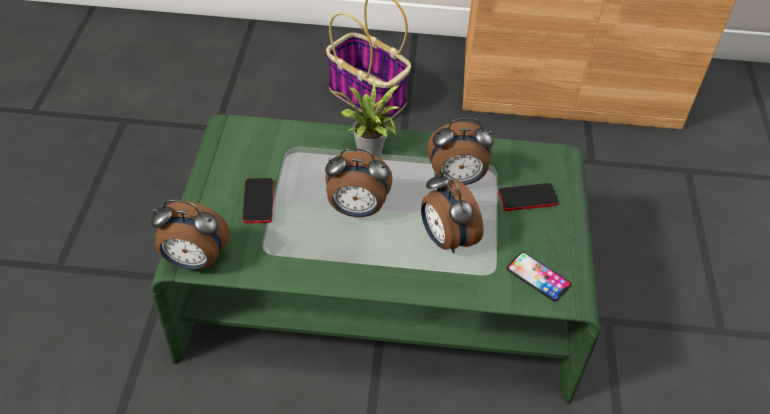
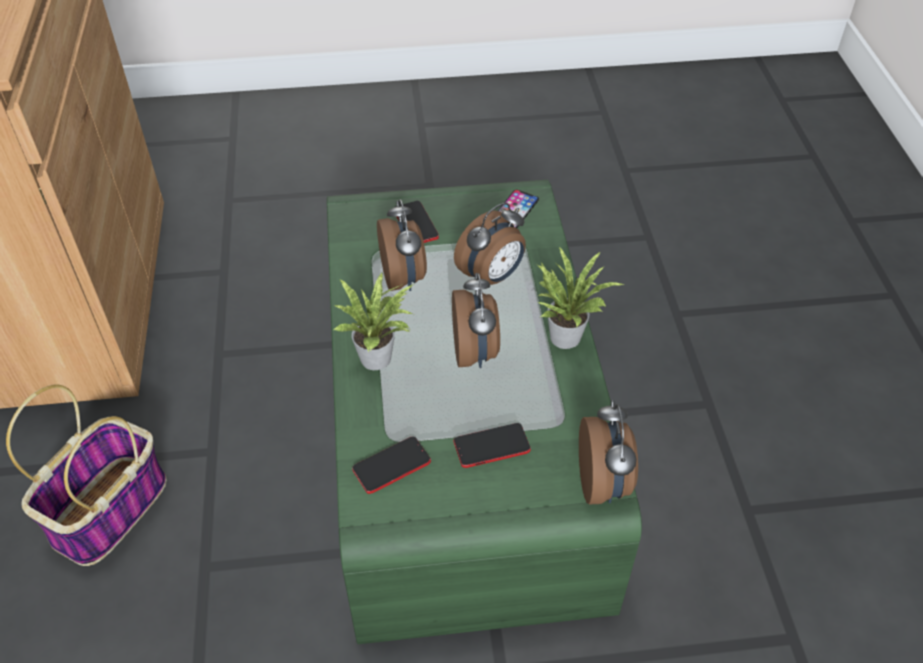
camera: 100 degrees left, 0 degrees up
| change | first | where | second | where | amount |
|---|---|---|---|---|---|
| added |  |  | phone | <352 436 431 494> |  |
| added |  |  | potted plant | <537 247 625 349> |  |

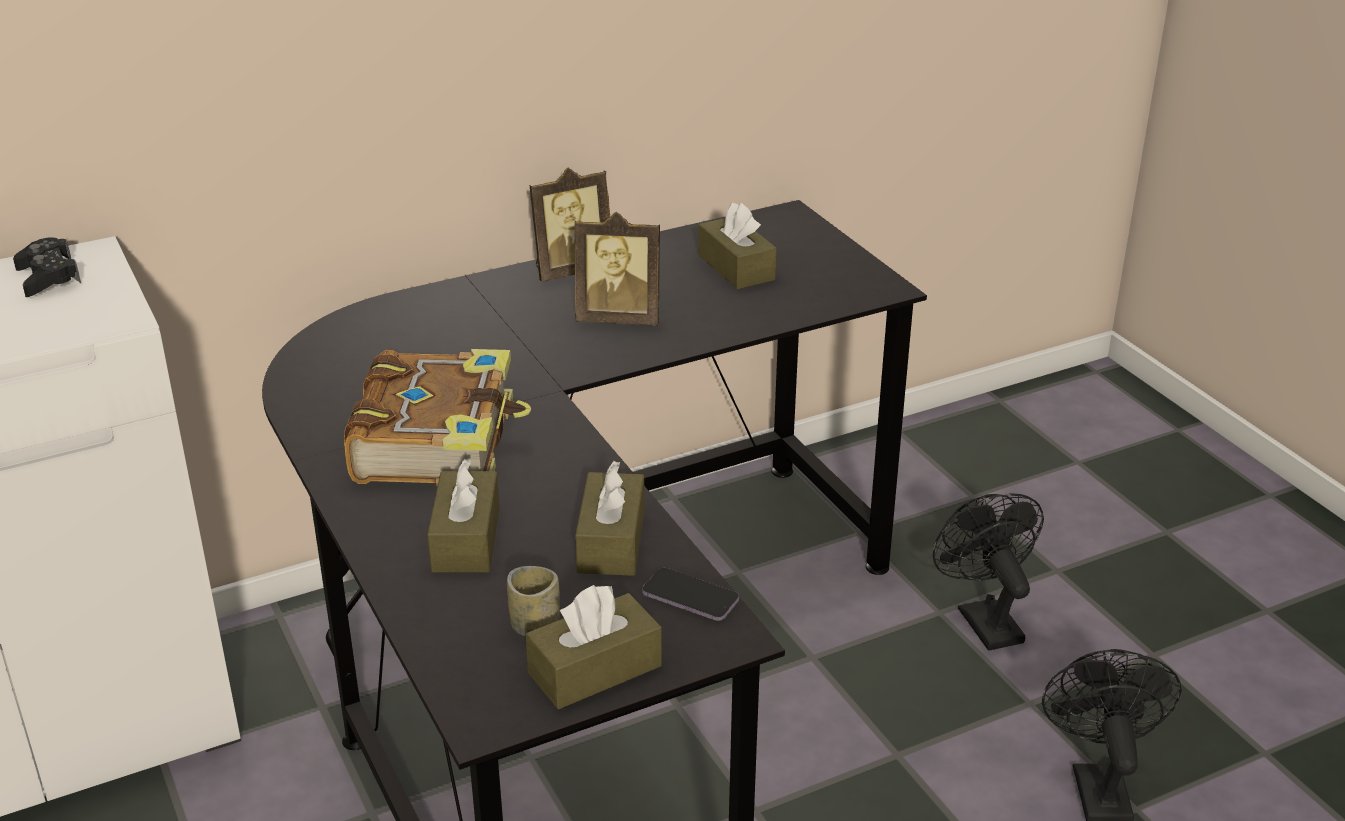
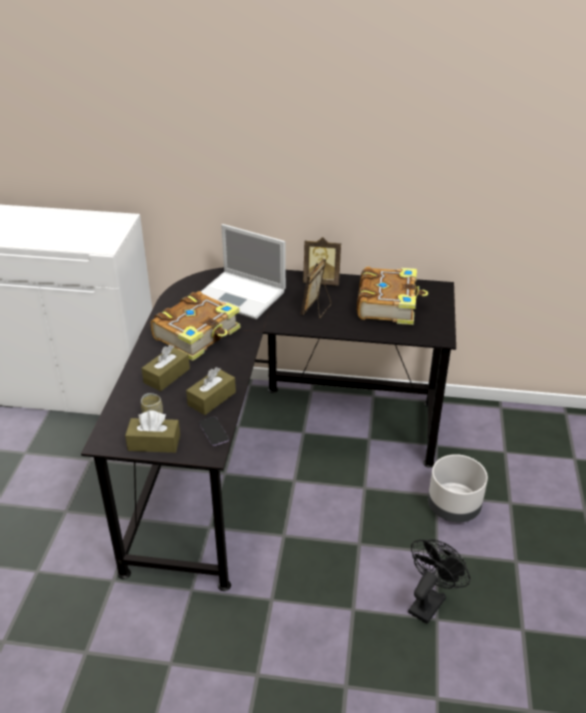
camera: 35 degrees right, 5 degrees up
| change | first | where | second | where | amount |
|---|---|---|---|---|---|
| added |  |  | laptop | <201 224 286 319> |  |
| turned | picture frame | <574 212 660 325> |  | <301 259 331 318> | 75 degrees clockwise |
| replaced | brown tissue box | <698 203 777 290> | book | <357 267 428 325> |  |
| replaced | black fan | <933 493 1044 651> | grey planter | <428 454 488 523> |  |
| removed | black game controller | <13 237 81 297> |  |  |  |

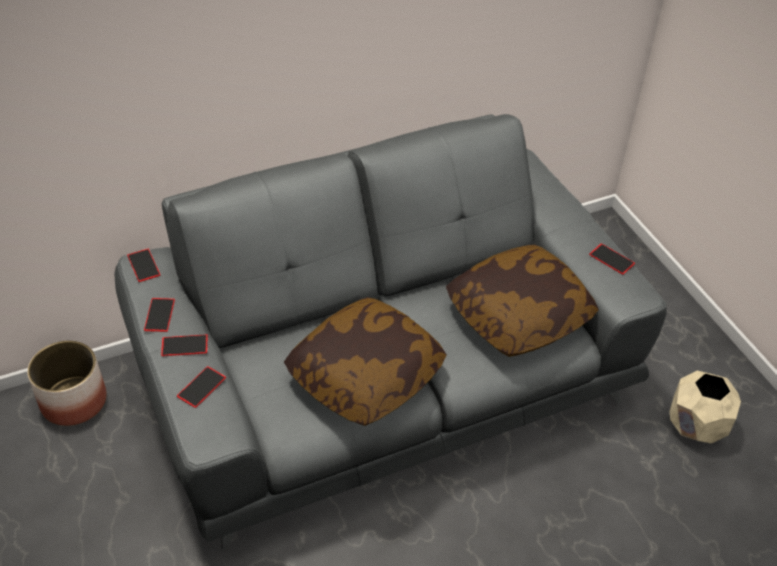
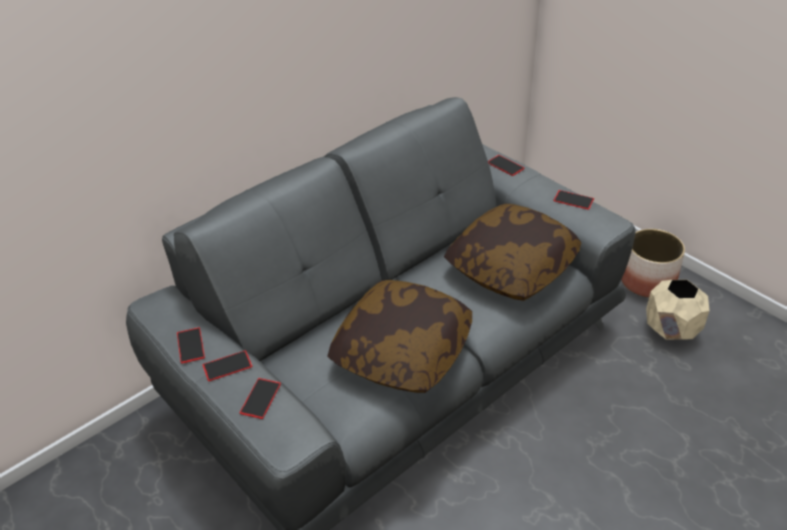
camera: 15 degrees left, 5 degrees down
| change | first | where | second | where | amount |
|---|---|---|---|---|---|
| moved | phone | <127 249 160 282> |  | <488 155 525 176> |  |
| moved | planter | <27 340 107 426> |  | <621 229 685 297> |  |

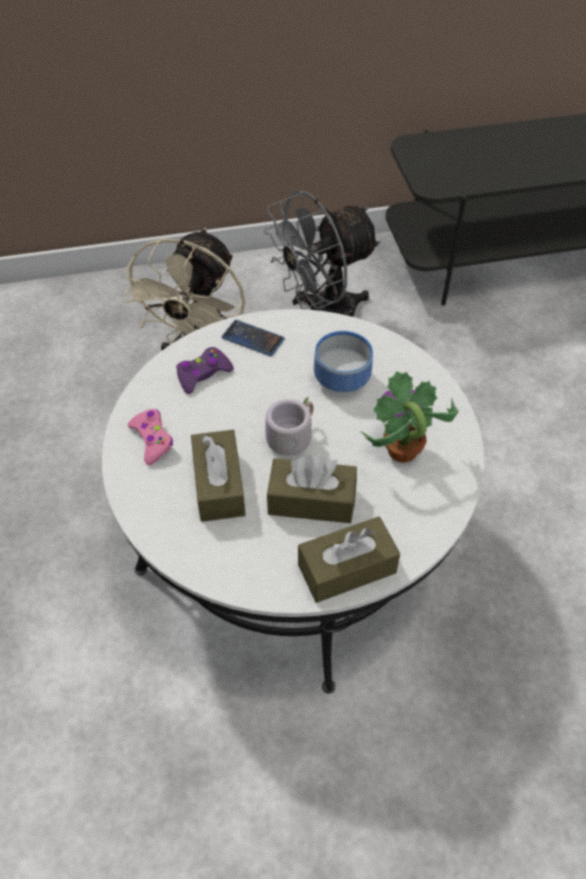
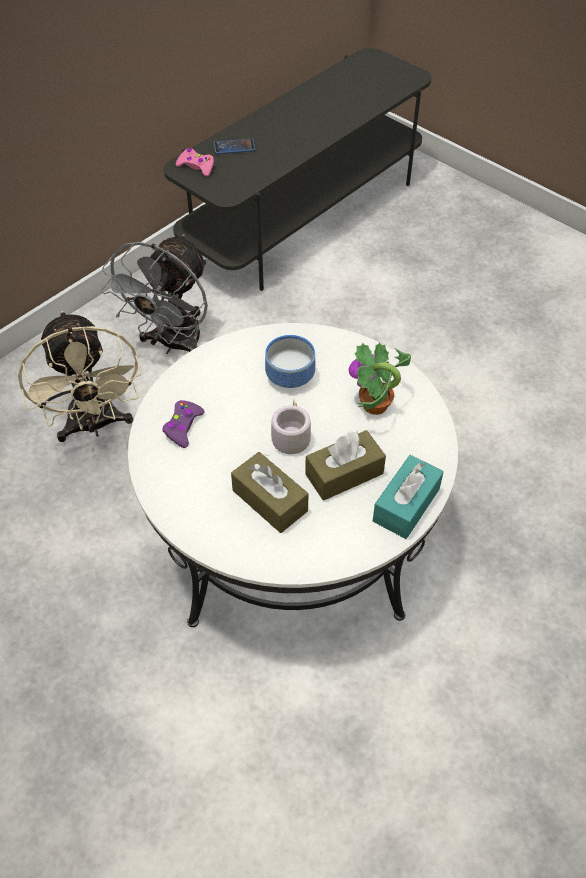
camera: 35 degrees left, 0 degrees up
| change | first | where | second | where | amount |
|---|---|---|---|---|---|
| moved | pink game controller | <128 409 173 465> |  | <176 148 214 176> |  |
| moved | phone | <222 320 285 356> |  | <214 139 256 154> |  |
| recoloured | brown tissue box | <298 516 400 603> | turquoise tissue box | <373 455 444 539> |  |

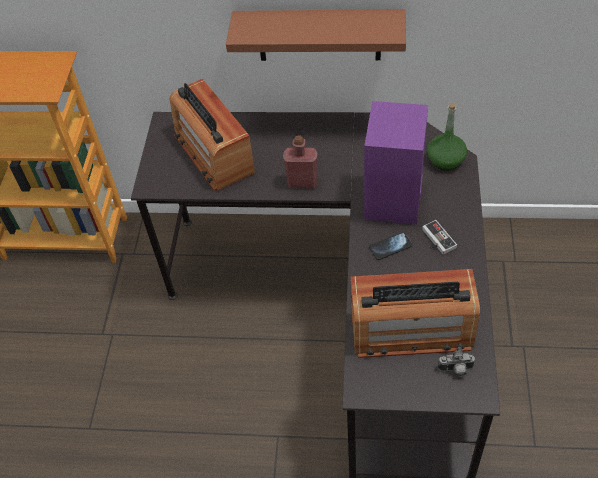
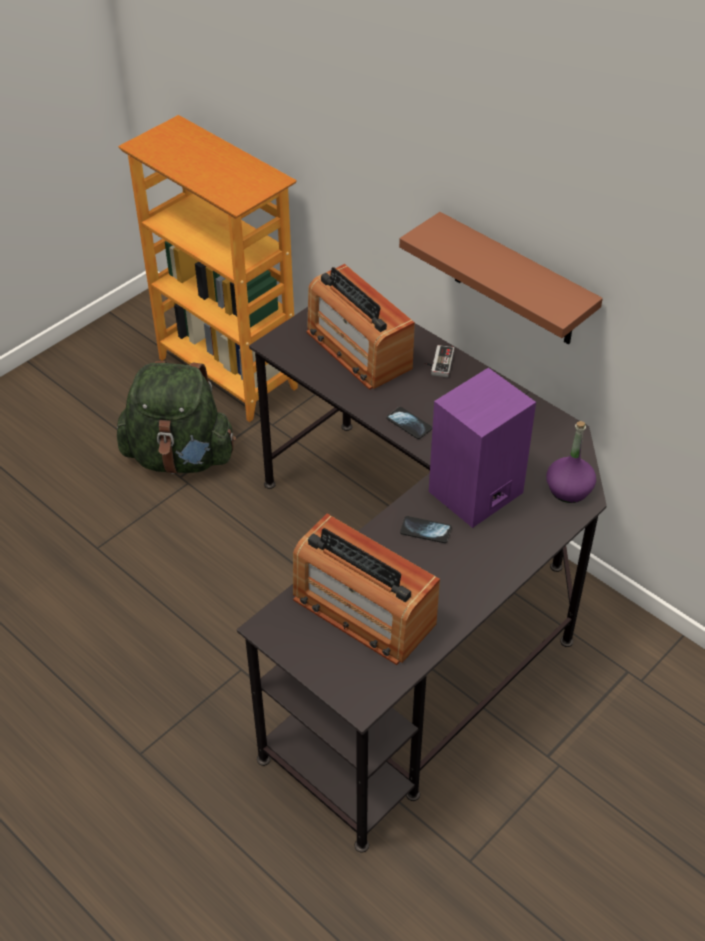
camera: 35 degrees right, 5 degrees down
| change | first | where | second | where | amount |
|---|---|---|---|---|---|
| added |  |  | green backpack | <117 361 236 474> |  |
| turned | radio | <169 79 255 191> |  | <306 264 415 390> | 45 degrees counterclockwise |
| replaced | red bottle | <283 136 318 188> | phone | <386 407 432 439> |  |
| moved | game controller | <422 220 457 255> |  | <425 345 454 377> |  |
| recoloured | green bottle | <427 103 467 171> | purple bottle | <546 421 596 503> |  |
| removed | photo camera | <438 347 475 377> |  |  |  |

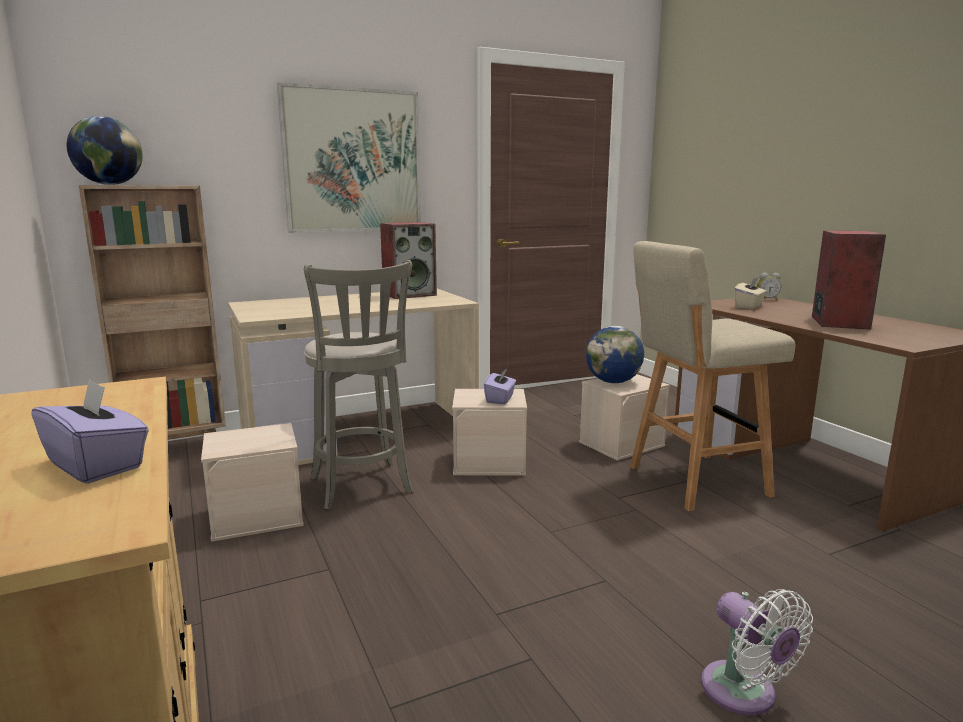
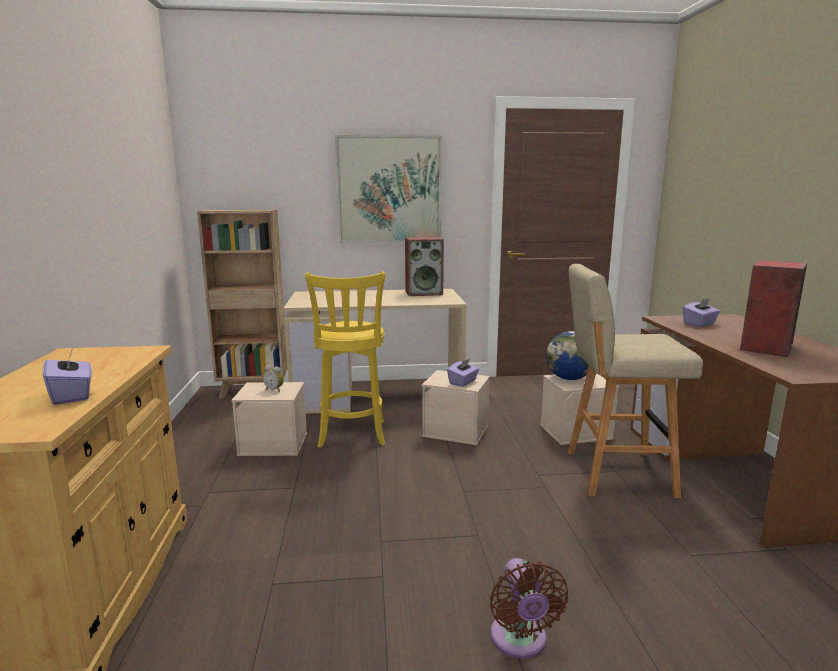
camera: 20 degrees right, 0 degrees up
| change | first | where | second | where | amount |
|---|---|---|---|---|---|
| moved | alarm clock | <757 273 781 301> |  | <263 365 284 392> |  |
| recoloured | grey stool | <304 260 414 510> | yellow stool | <305 272 385 448> |  |
| recoloured | white fan | <701 589 813 715> | brown fan | <490 558 569 659> |  |
| recoloured | beige tissue box | <734 277 766 309> | purple tissue box | <683 298 720 327> |  |
| removed | globe | <67 116 143 185> |  |  |  |

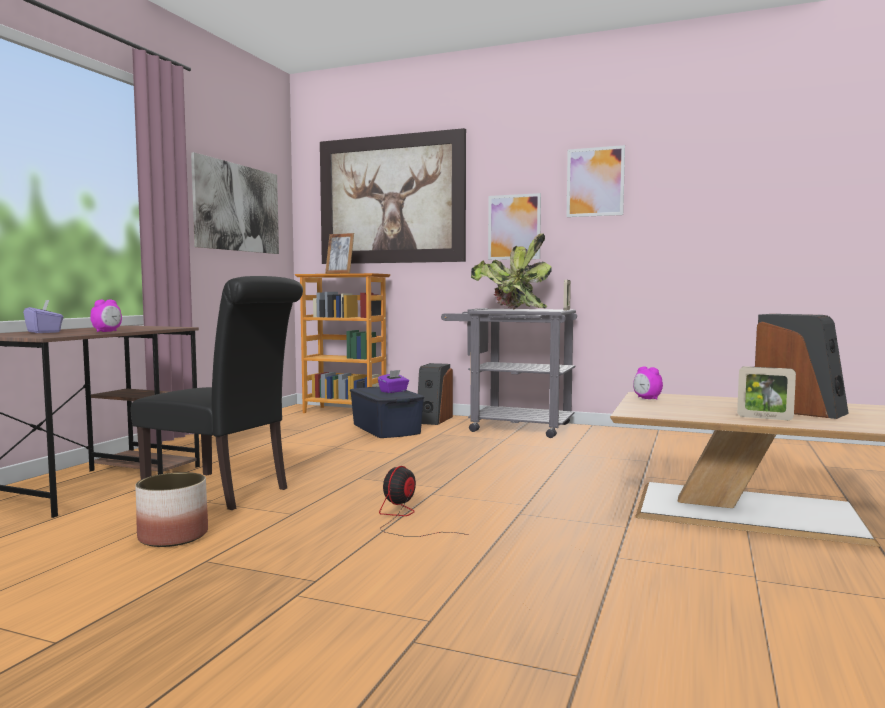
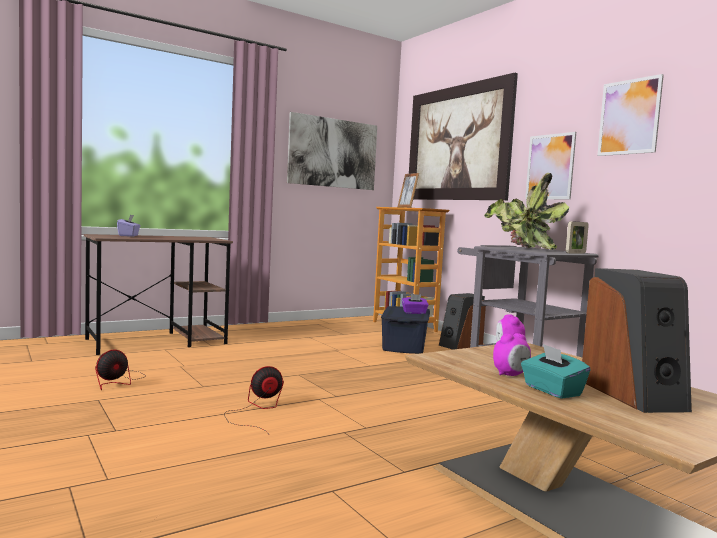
camera: 35 degrees right, 0 degrees up
| change | first | where | second | where | amount |
|---|---|---|---|---|---|
| replaced | planter | <135 472 208 547> | fan | <95 350 144 390> |  |
| moved | alarm clock | <90 299 122 332> |  | <493 333 531 376> |  |
| replaced | picture frame | <737 366 796 420> | turquoise tissue box | <521 344 591 399> |  |
| removed | black chair | <131 276 303 510> |  |  |  |

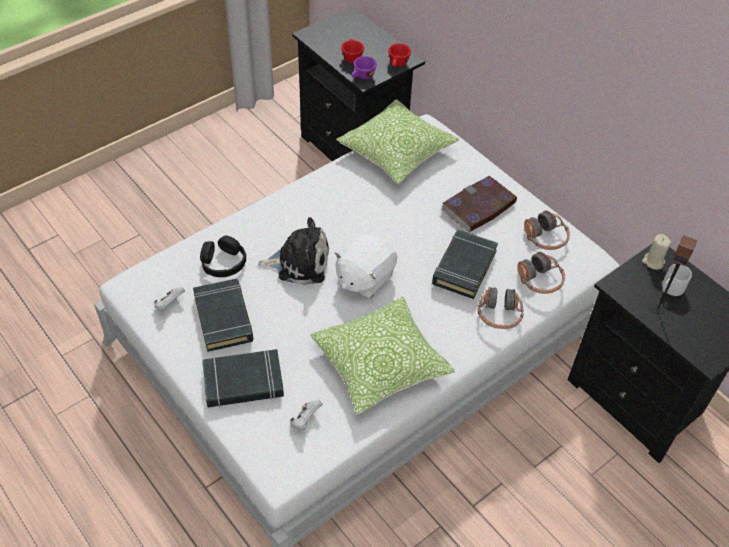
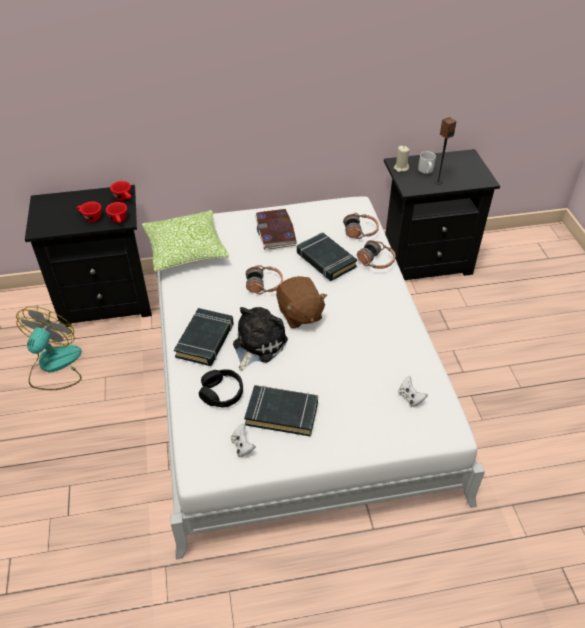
camera: 60 degrees left, 5 degrees down
| change | first | where | second | where | amount |
|---|---|---|---|---|---|
| added |  |  | fan | <16 306 82 390> |  |
| recoloured | purple cup | <351 56 377 79> | red cup | <106 202 127 223> |  |
| moved | black book | <202 349 284 408> |  | <174 308 234 366> |  |
| moved | headphones | <524 211 570 250> |  | <246 265 283 294> |  |
| recoloured | white plush toy | <334 234 398 299> | brown plush toy | <276 276 327 328> |  |
| removed | pillow | <310 296 455 415> |  |  |  |

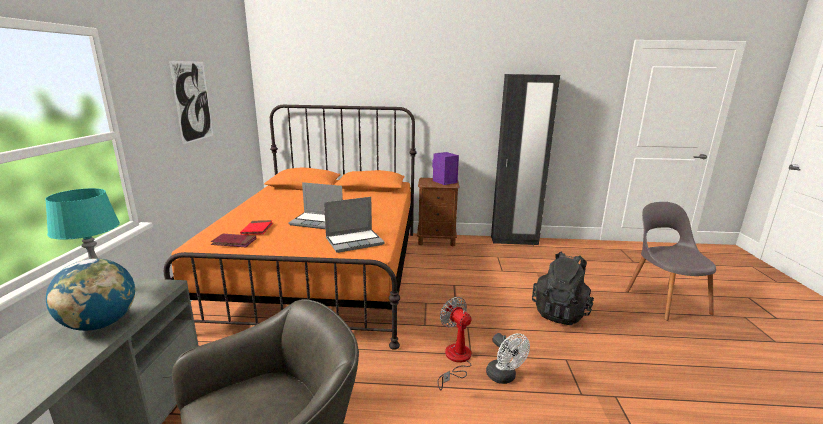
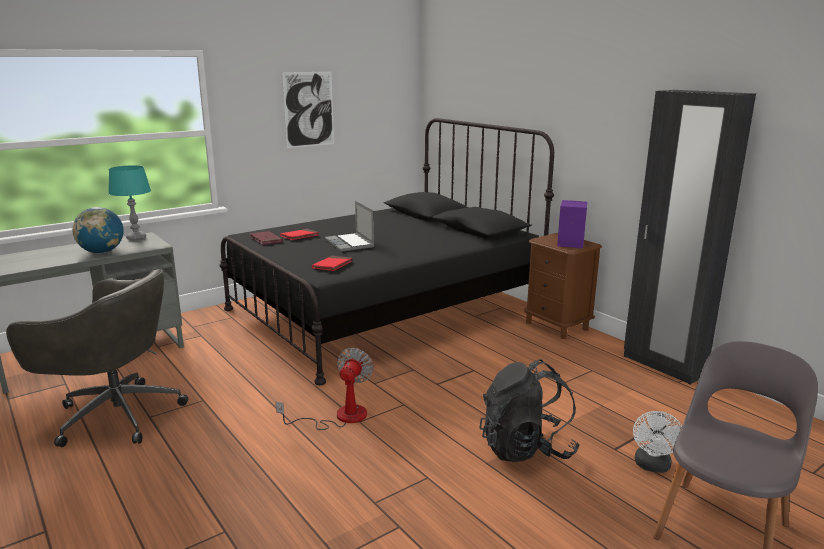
camera: 50 degrees right, 0 degrees up
| change | first | where | second | where | amount |
|---|---|---|---|---|---|
| recoloured | orange bed | <164 105 417 350> | black bed | <219 118 554 385> |  |
| replaced | laptop | <324 197 385 253> | red book | <312 256 352 271> |  |
| moved | white fan | <486 333 530 384> |  | <633 411 682 473> |  |

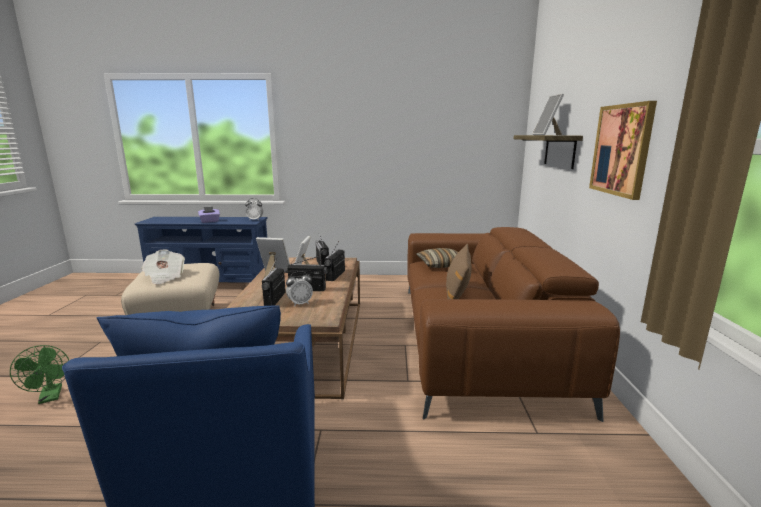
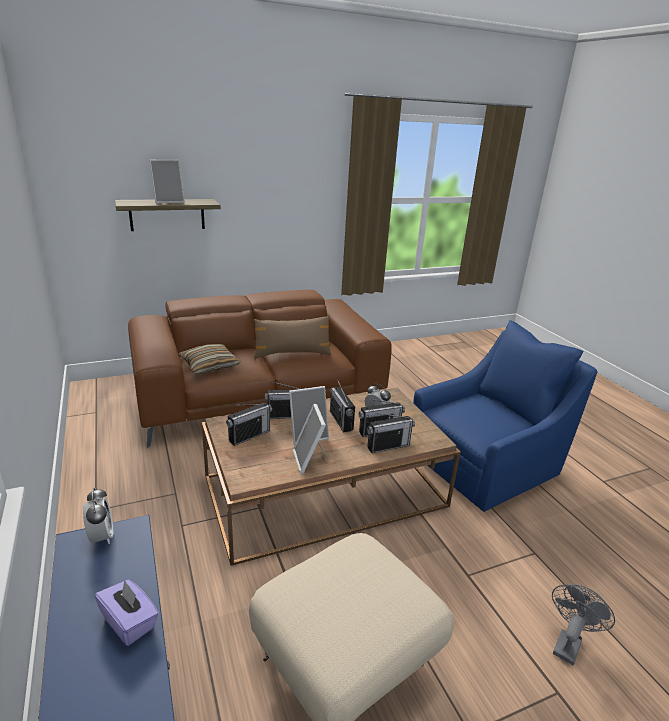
camera: 115 degrees left, 10 degrees up
| change | first | where | second | where | amount |
|---|---|---|---|---|---|
| added |  |  | radio | <367 413 415 453> |  |
| recoloured | green fan | <10 345 69 404> | grey fan | <552 584 615 665> |  |
| removed | newspaper | <141 250 185 284> |  |  |  |
| removed | picture | <589 101 657 200> |  |  |  |

